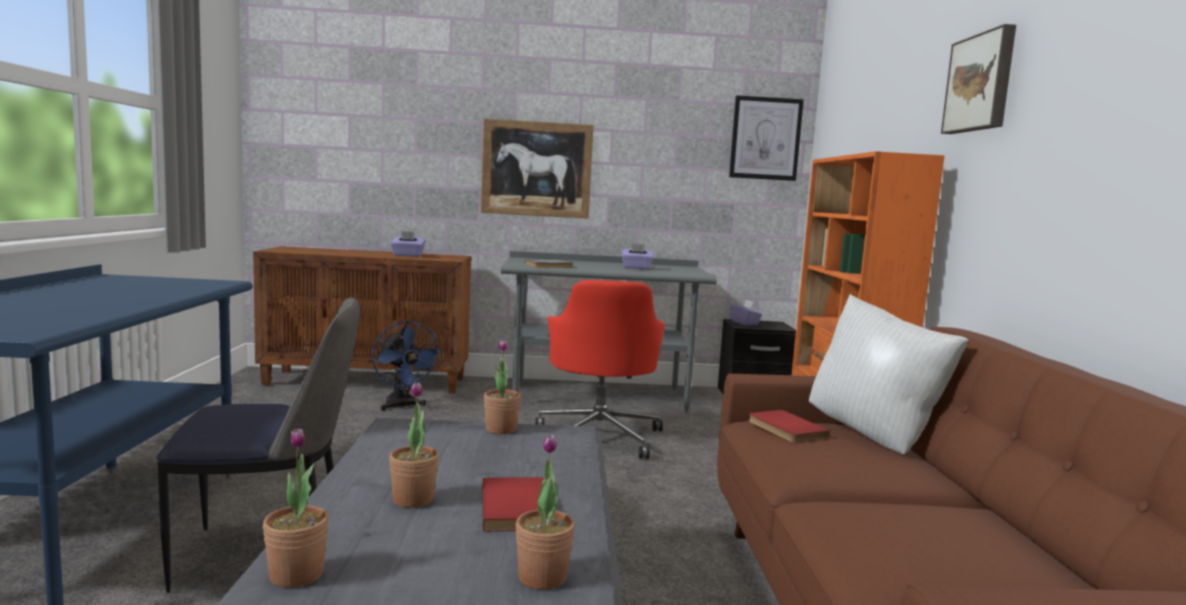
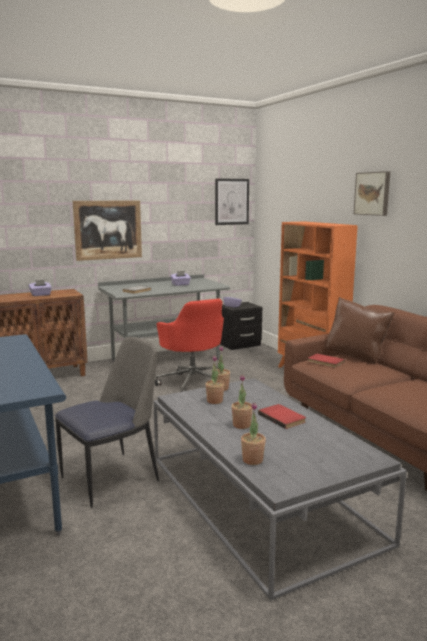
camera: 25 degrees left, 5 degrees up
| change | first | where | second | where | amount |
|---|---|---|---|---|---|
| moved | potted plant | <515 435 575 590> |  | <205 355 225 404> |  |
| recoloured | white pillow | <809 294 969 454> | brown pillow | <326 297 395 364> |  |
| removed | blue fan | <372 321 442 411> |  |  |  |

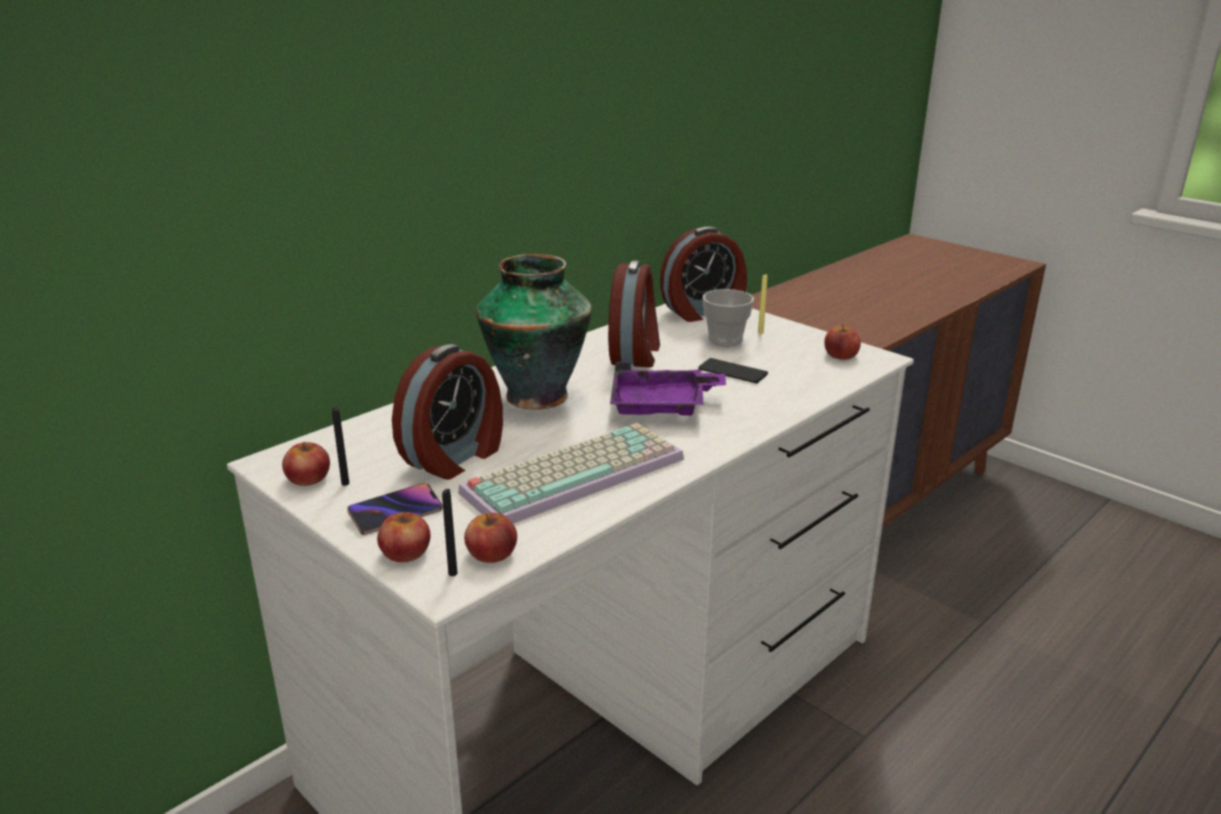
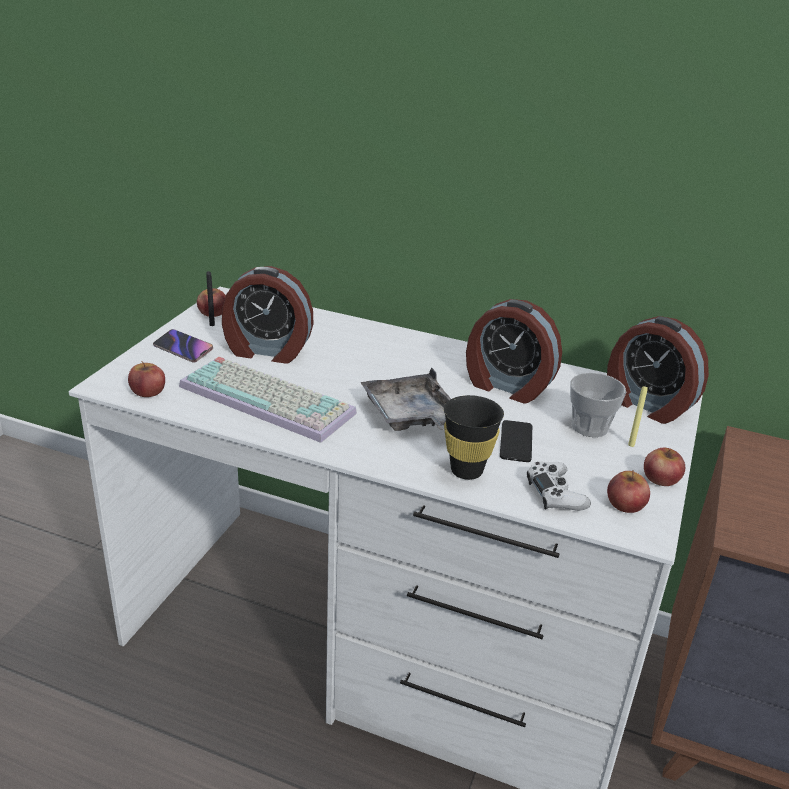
camera: 65 degrees right, 5 degrees up
| change | first | where | second | where | amount |
|---|---|---|---|---|---|
| recoloured | purple tray | <610 361 726 416> | grey tray | <361 367 451 431> |  |
| added |  |  | black cup | <444 395 504 480> |  |
| turned | alarm clock | <608 260 660 367> |  | <466 299 562 404> | 45 degrees clockwise |
| added |  |  | white game controller | <527 461 591 511> |  |
| moved | apple | <377 512 430 562> |  | <644 448 685 486> |  |
| removed | black candle | <442 489 457 576> |  |  |  |
| removed | vase | <476 254 592 410> |  |  |  |

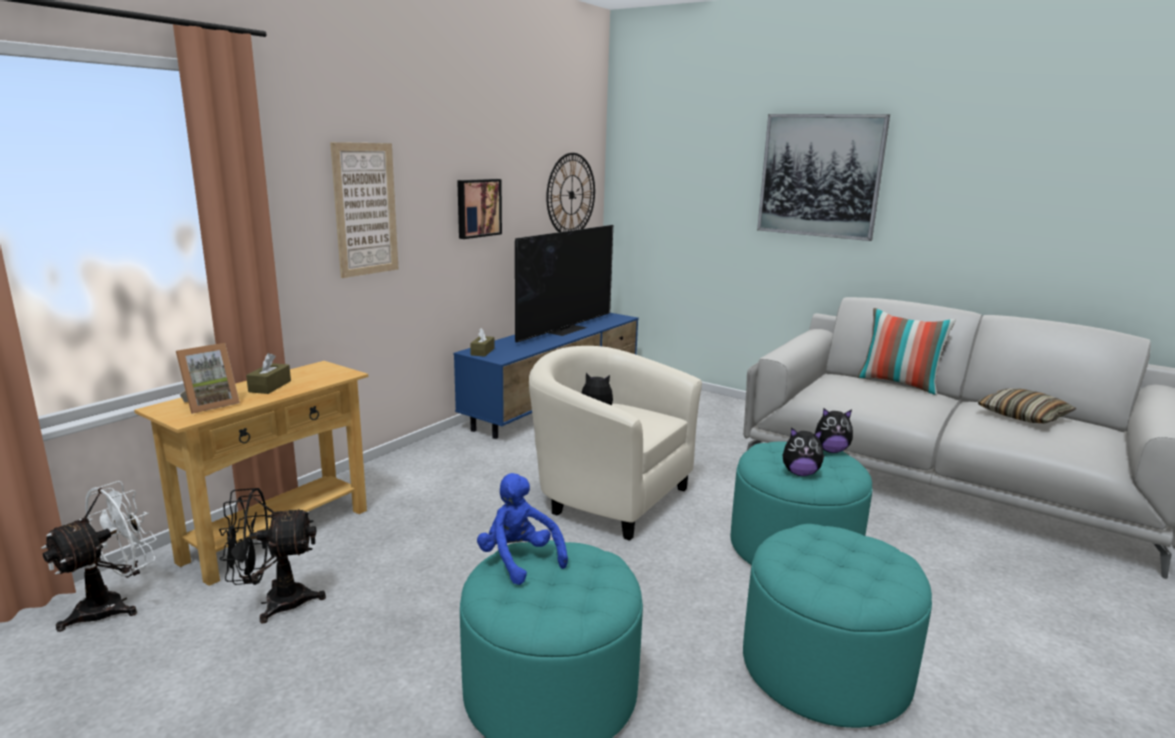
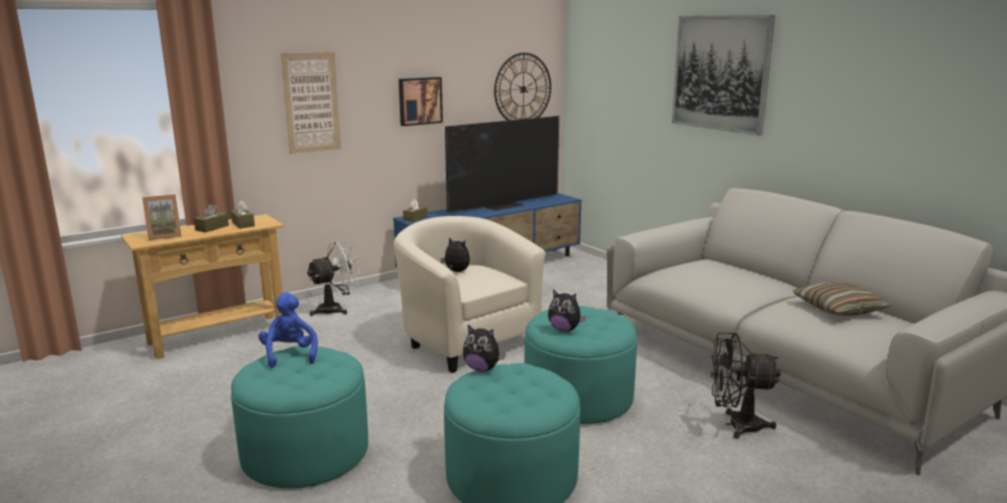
camera: 20 degrees right, 0 degrees up
| change | first | where | second | where | amount |
|---|---|---|---|---|---|
| added |  |  | brown tissue box | <231 201 255 229> |  |
| moved | white fan | <41 481 157 632> |  | <307 240 360 316> |  |
| moved | plush toy | <815 408 853 453> |  | <463 325 506 372> |  |
| moved | black fan | <219 488 326 624> |  | <711 333 781 439> |  |
| removed | pillow | <857 308 956 395> |  |  |  |

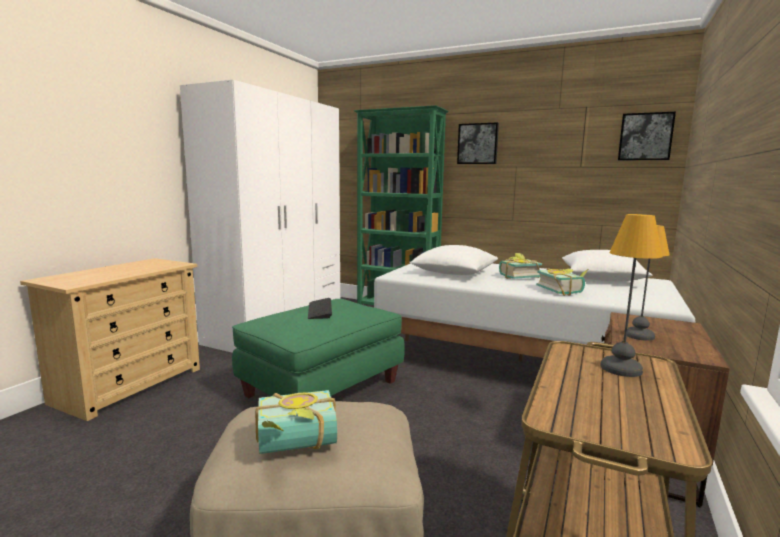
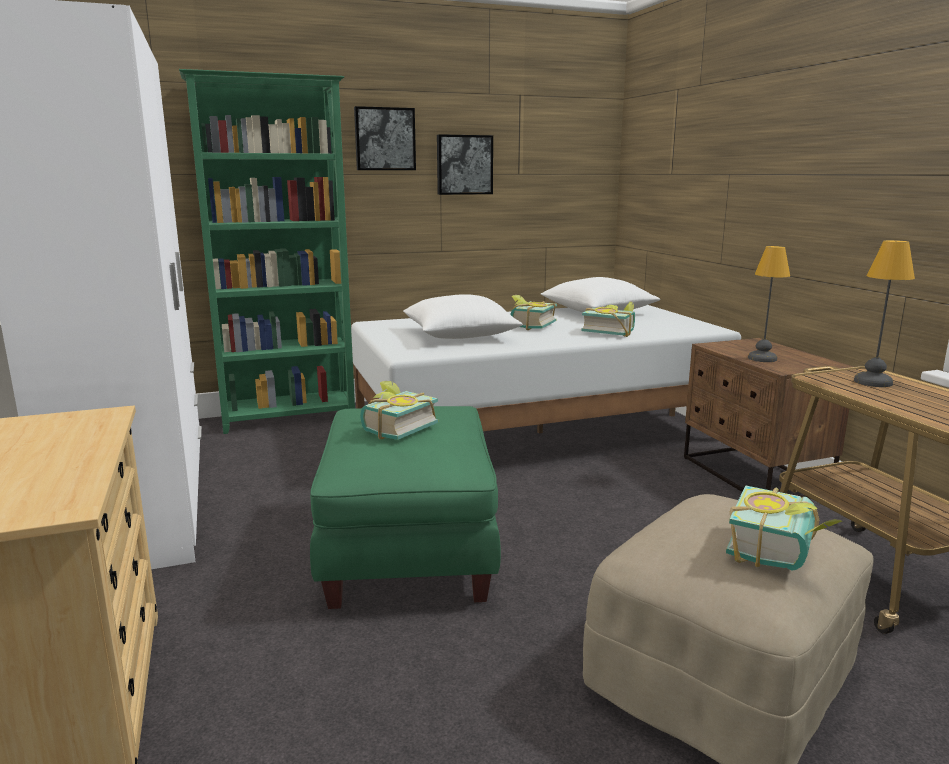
camera: 45 degrees left, 5 degrees up
| change | first | where | second | where | amount |
|---|---|---|---|---|---|
| replaced | keyboard | <308 298 332 319> | book | <360 381 438 440> |  |
| moved | picture | <618 112 676 160> |  | <437 134 493 195> |  |

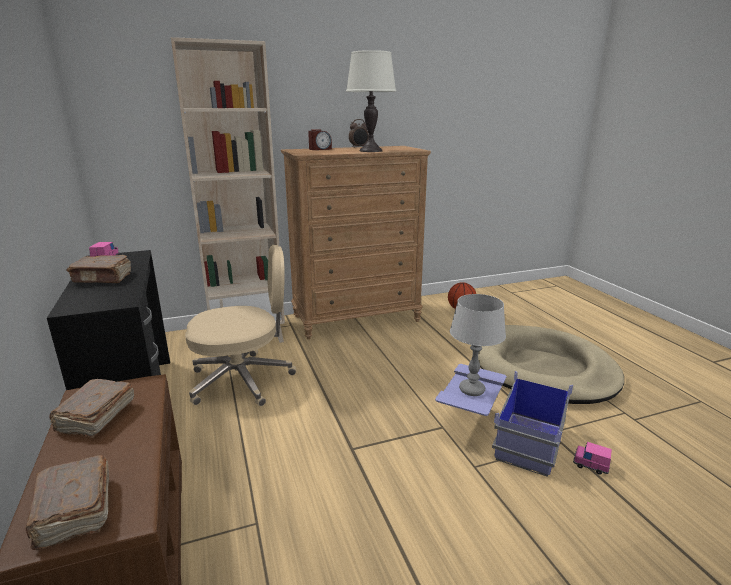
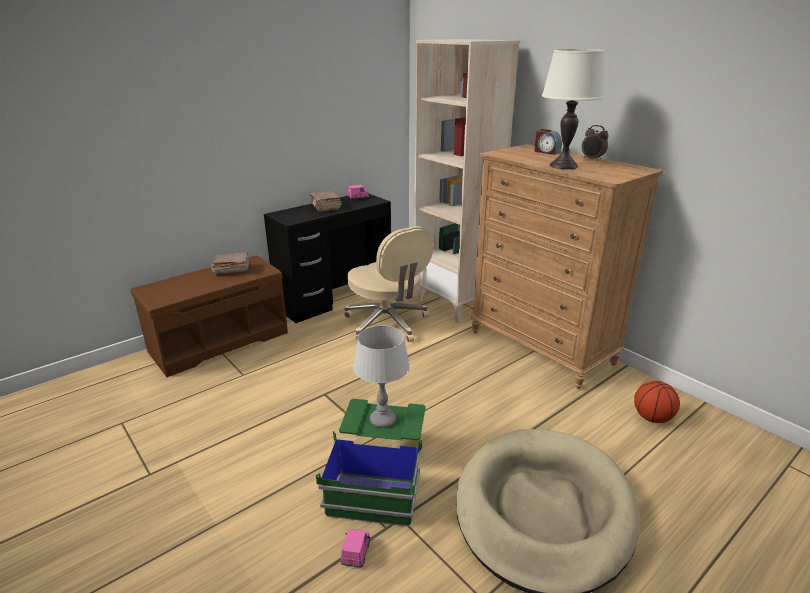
camera: 70 degrees right, 5 degrees up
| change | first | where | second | where | amount |
|---|---|---|---|---|---|
| recoloured | blue storage box | <435 364 573 477> | green storage box | <316 399 426 526> |  |
| removed | brown book | <26 455 109 550> |  |  |  |

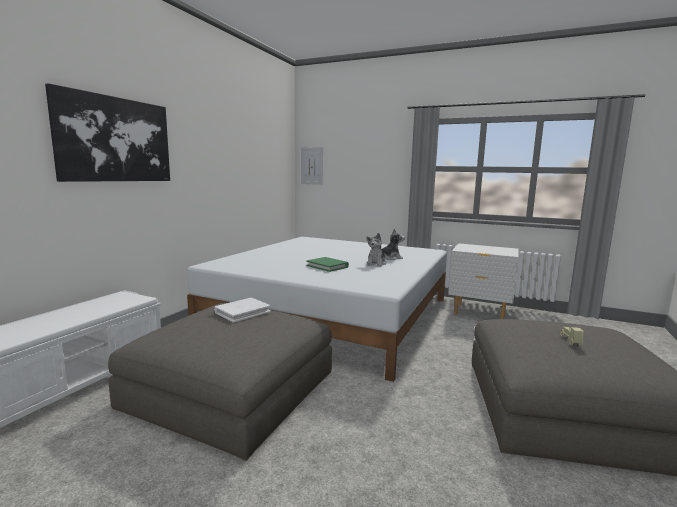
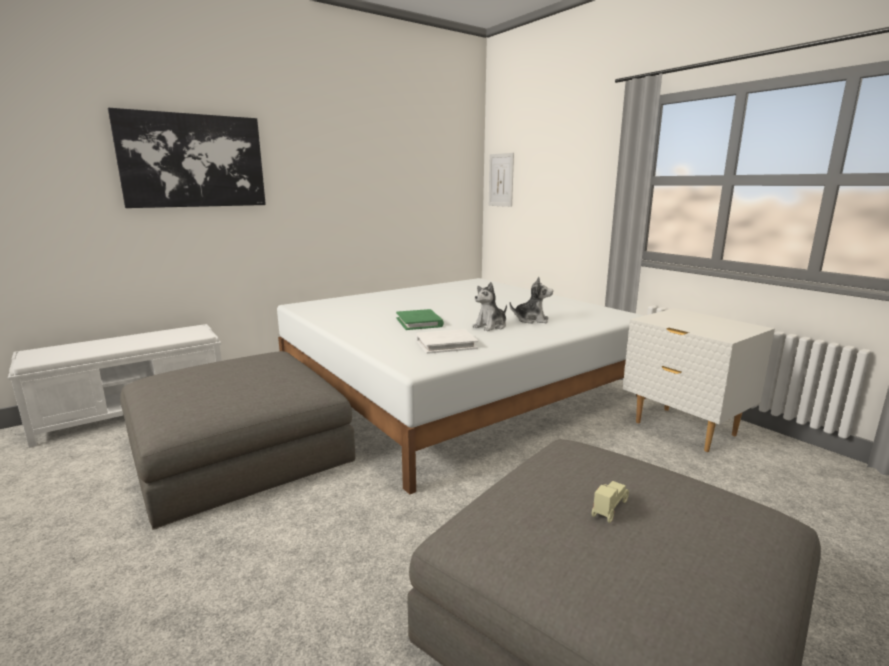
camera: 30 degrees right, 5 degrees up
| change | first | where | second | where | amount |
|---|---|---|---|---|---|
| moved | white book | <214 298 271 323> |  | <416 329 478 354> |  |

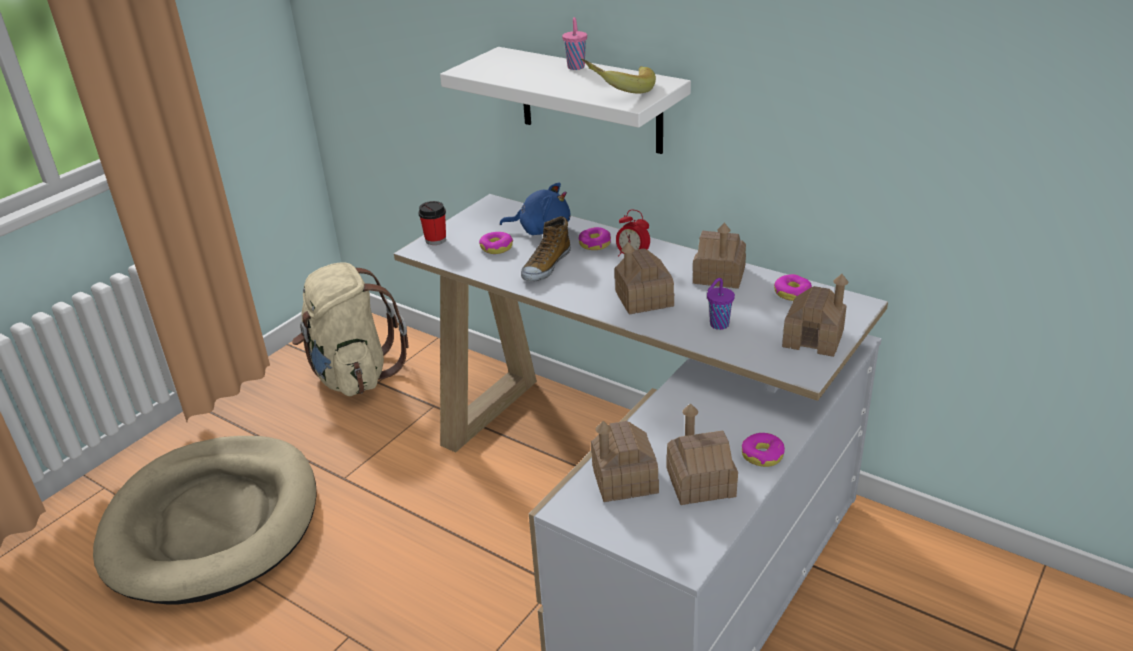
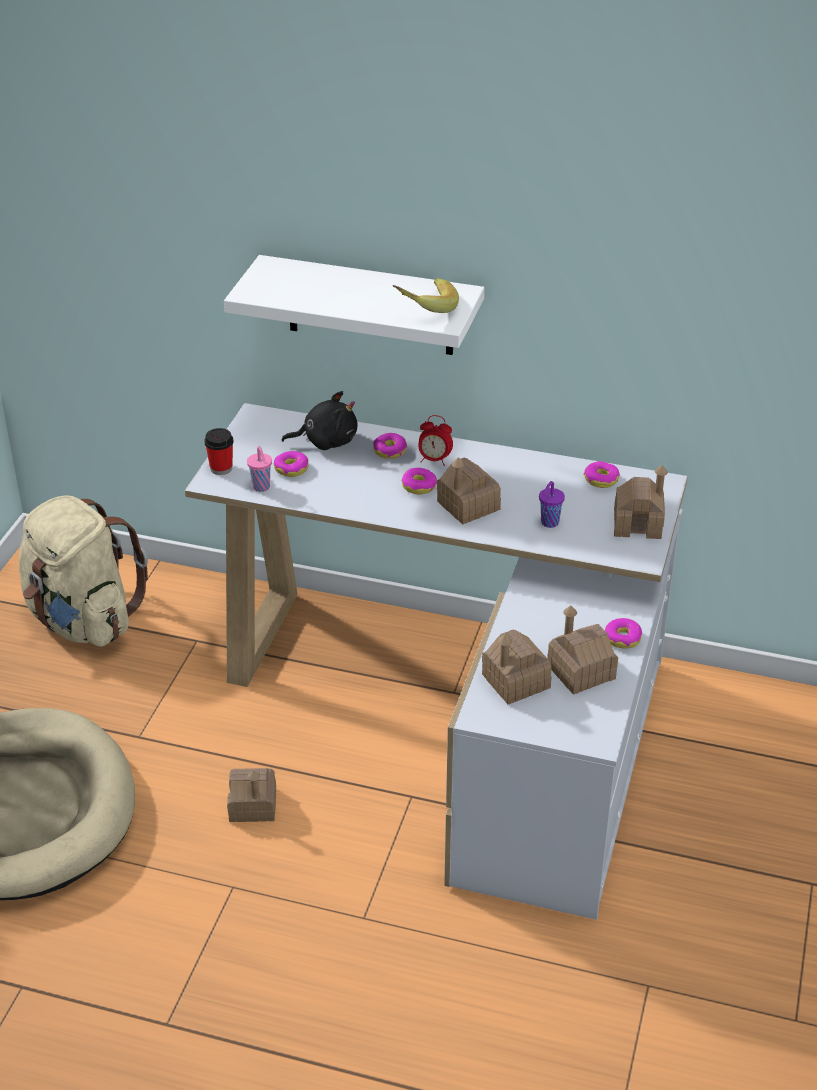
camera: 20 degrees left, 5 degrees up
| change | first | where | second | where | amount |
|---|---|---|---|---|---|
| moved | toy house | <693 223 746 289> |  | <227 768 276 822> |  |
| moved | pink cup | <562 17 587 70> |  | <247 446 272 492> |  |
| recoloured | blue plush toy | <500 182 571 235> | black plush toy | <282 391 357 450> |  |
| added |  |  | donut | <401 468 437 494> |  |
| removed | shoe | <521 216 571 282> |  |  |  |

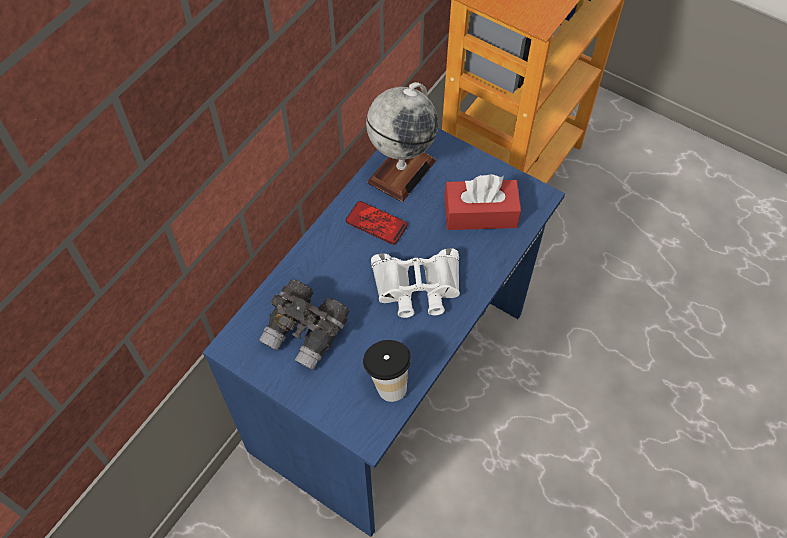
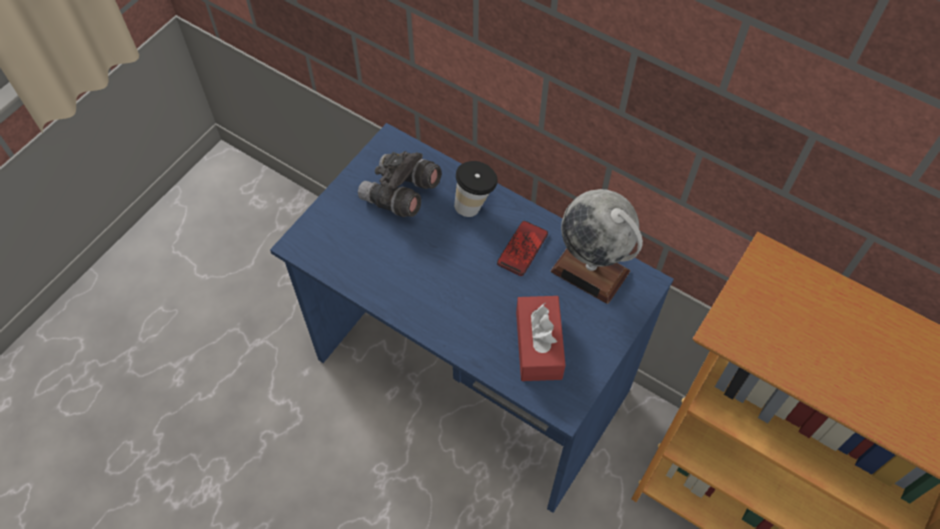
camera: 90 degrees right, 0 degrees up
| change | first | where | second | where | amount |
|---|---|---|---|---|---|
| moved | cup | <363 340 411 402> |  | <454 161 498 217> |  |
| removed | white binoculars | <371 248 460 318> |  |  |  |

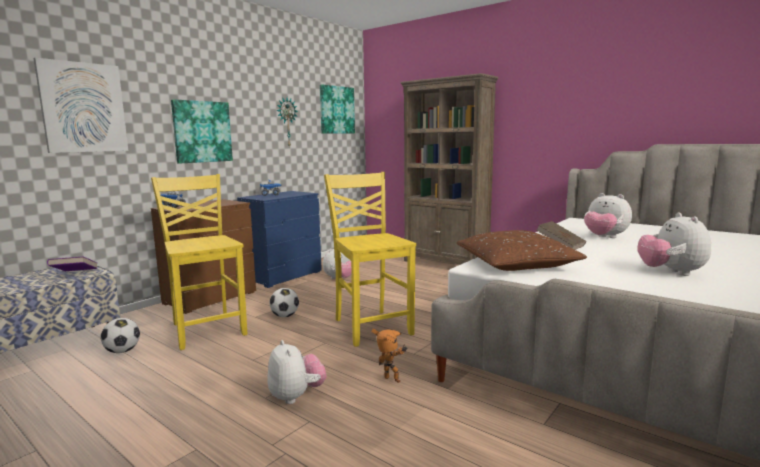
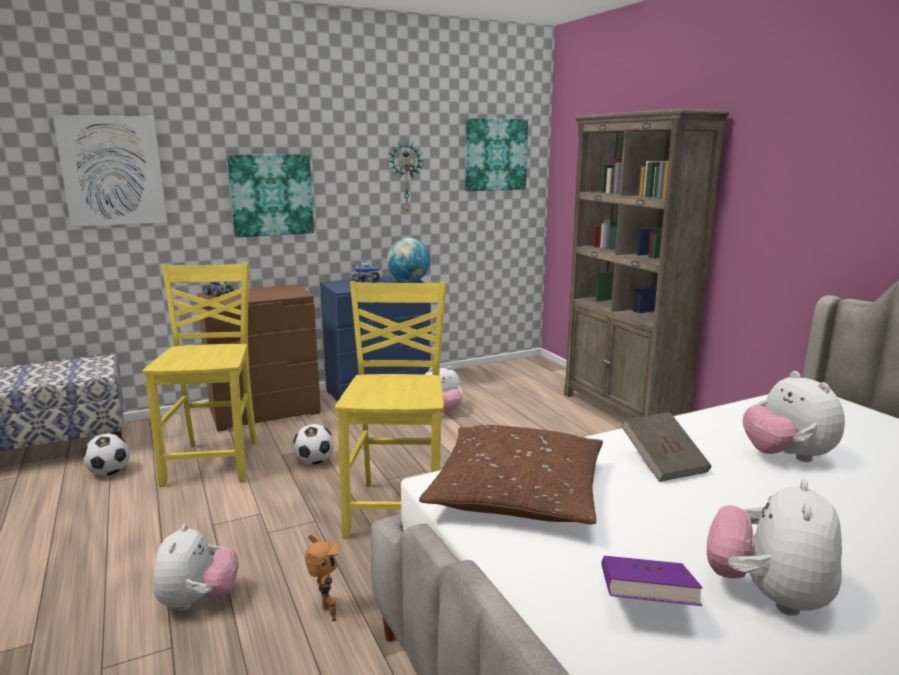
camera: 25 degrees right, 5 degrees up
| change | first | where | second | where | amount |
|---|---|---|---|---|---|
| added |  |  | globe | <387 238 431 282> |  |
| moved | purple book | <47 256 98 271> |  | <601 556 703 606> |  |

